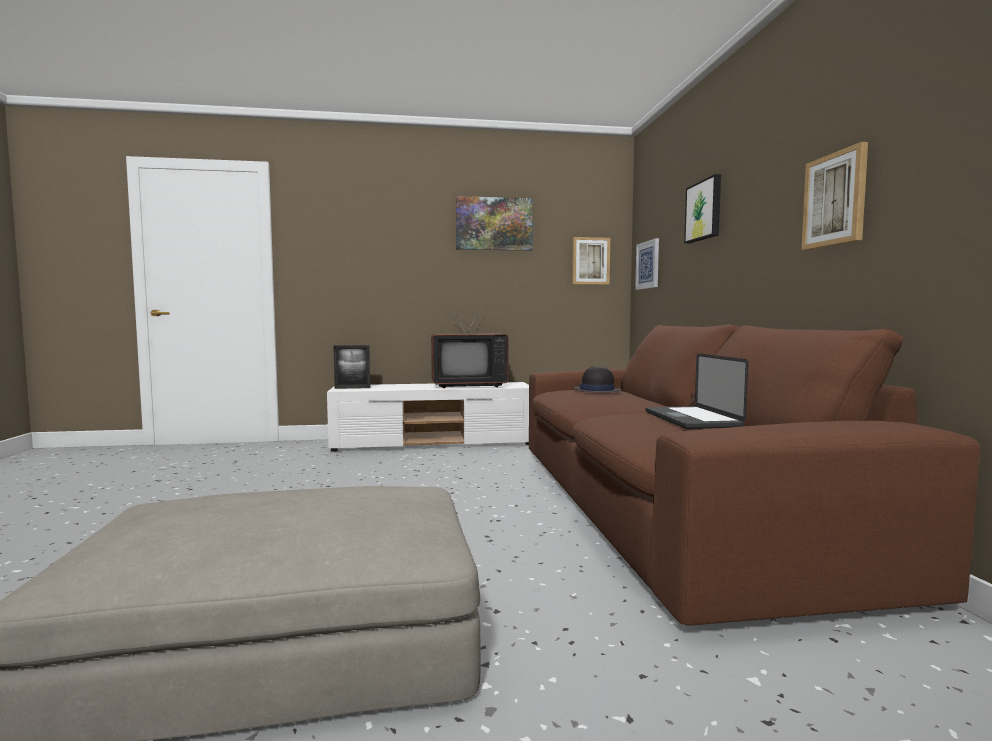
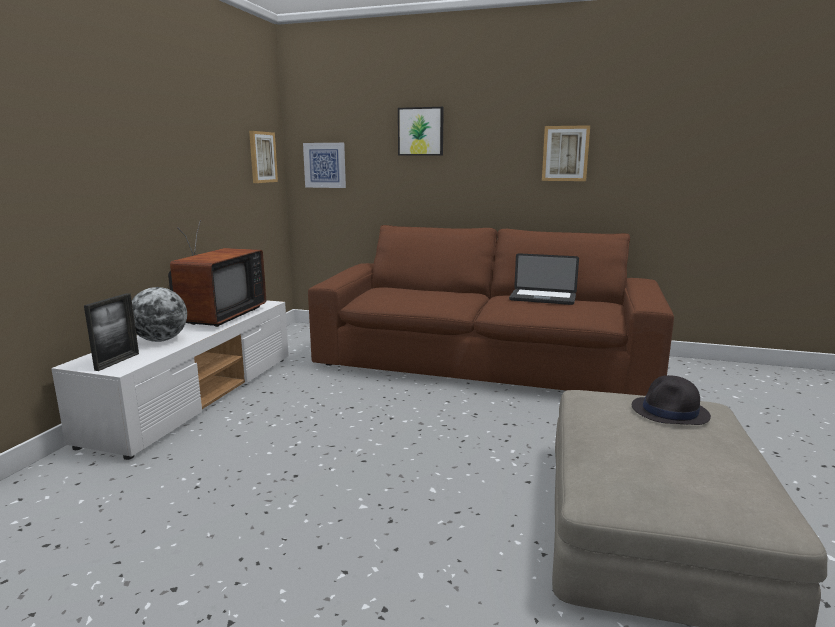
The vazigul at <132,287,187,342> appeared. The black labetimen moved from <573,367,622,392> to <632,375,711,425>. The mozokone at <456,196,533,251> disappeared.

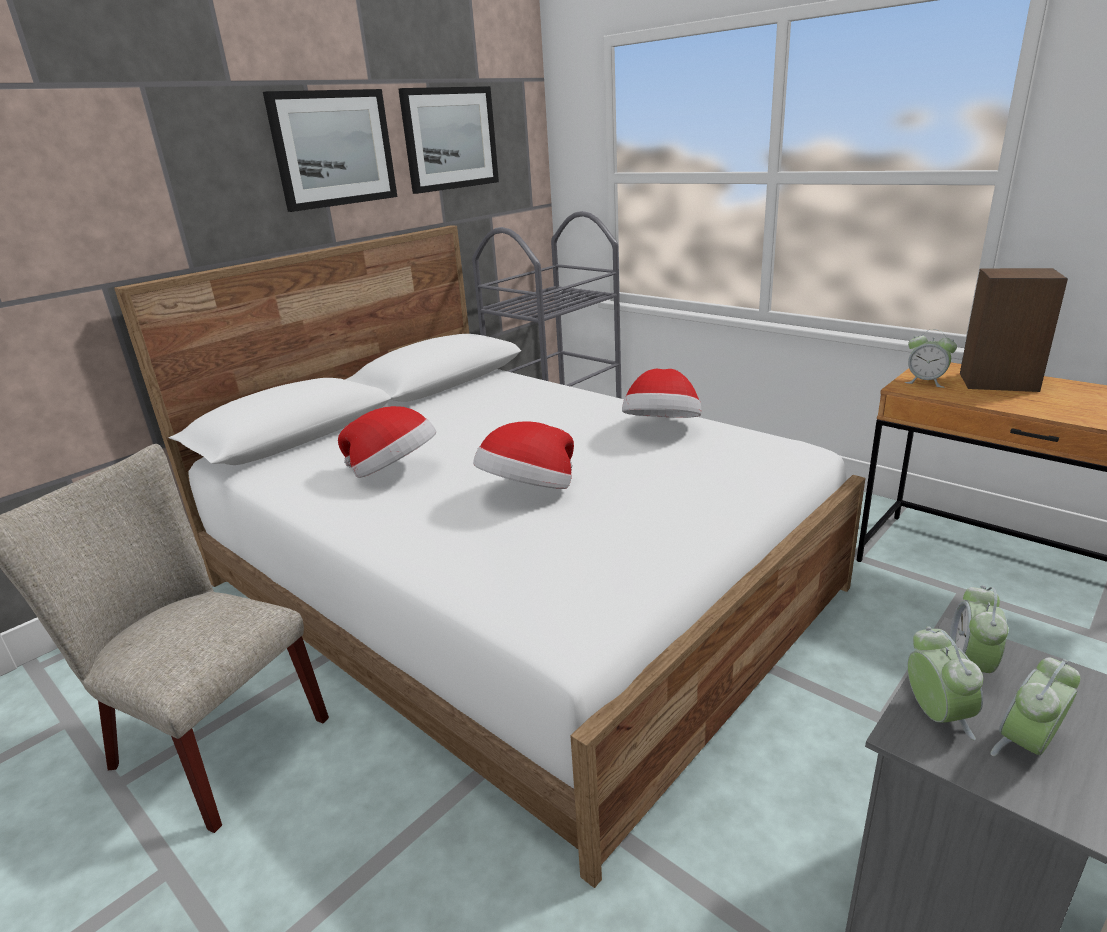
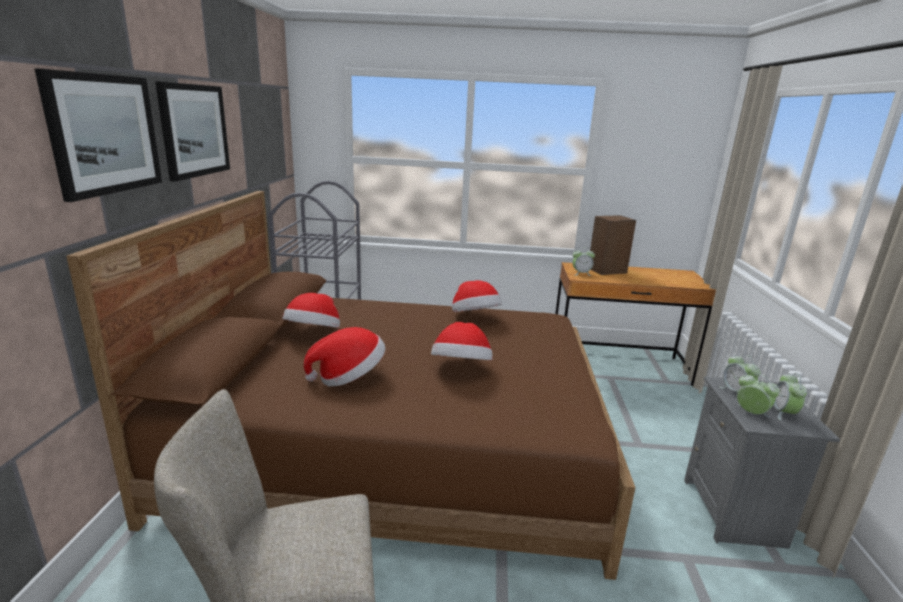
The mozokone moved from <398,86,499,194> to <34,68,162,202>. The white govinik at <114,225,865,888> became the brown govinik at <66,191,635,580>. The labetimen at <283,293,340,328> appeared.

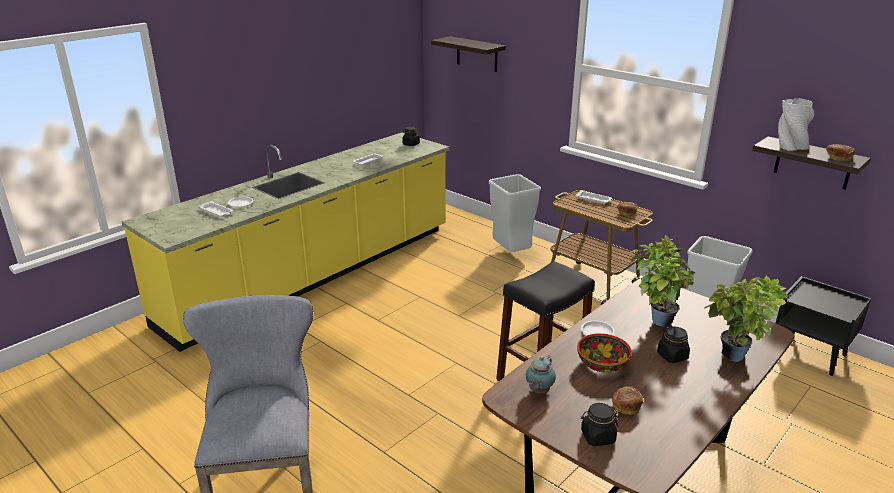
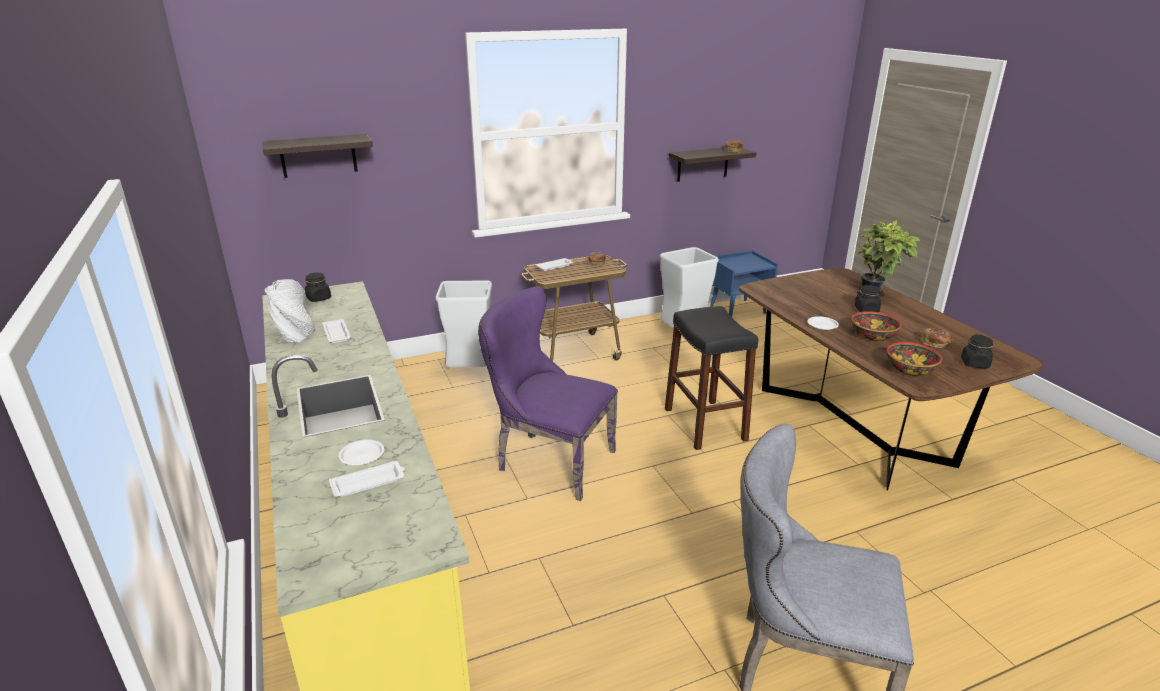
The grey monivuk moved from <778,98,814,151> to <265,279,316,342>. The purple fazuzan at <478,287,618,501> appeared. The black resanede at <776,276,871,376> became the blue resanede at <710,250,778,317>. The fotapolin at <526,356,556,393> was replaced by the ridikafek at <887,342,942,376>. The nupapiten at <629,235,696,327> disappeared.

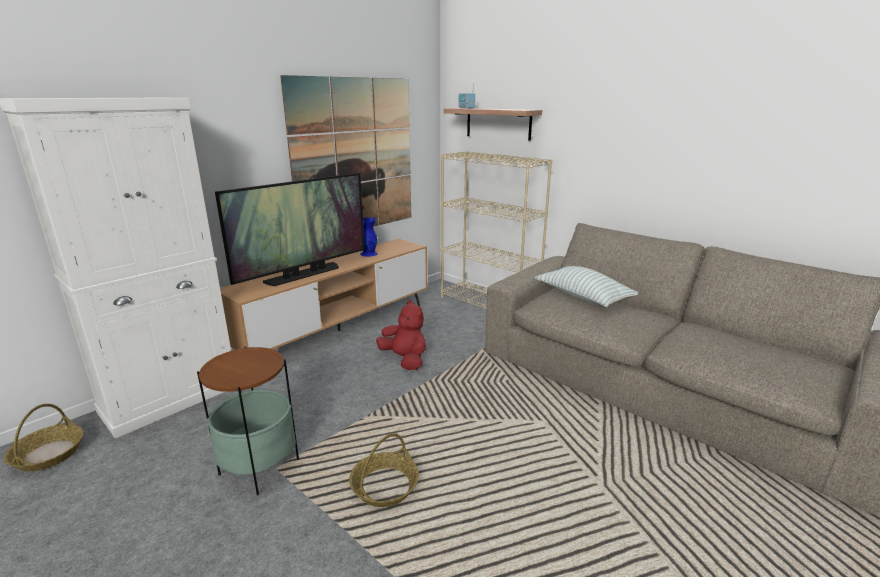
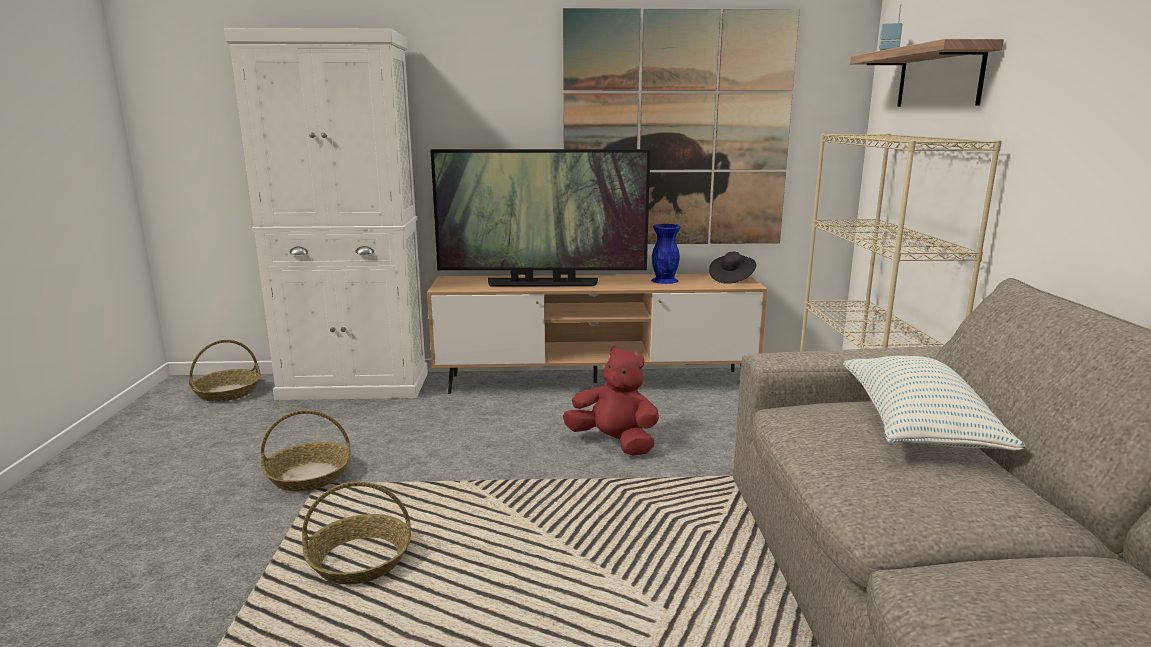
The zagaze at <197,346,299,495> was replaced by the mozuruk at <261,410,351,492>. The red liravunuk at <376,300,426,370> turned 60 degrees counterclockwise. The black labetimen at <709,252,756,284> appeared.

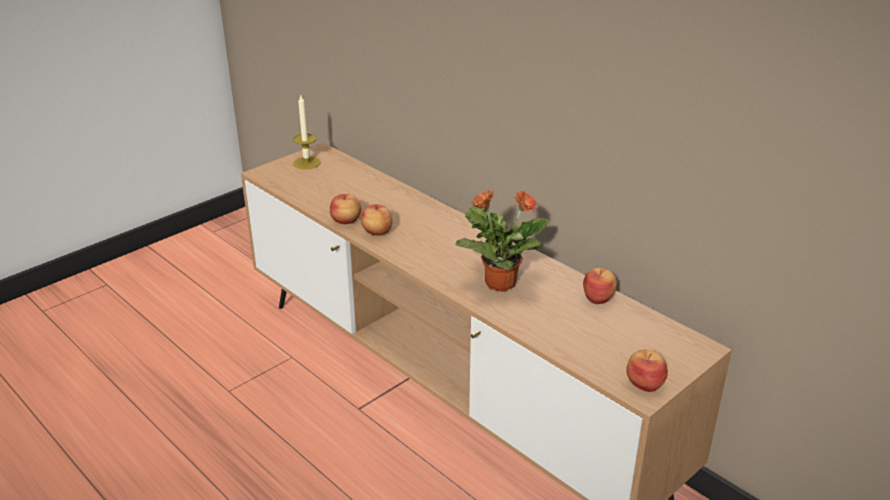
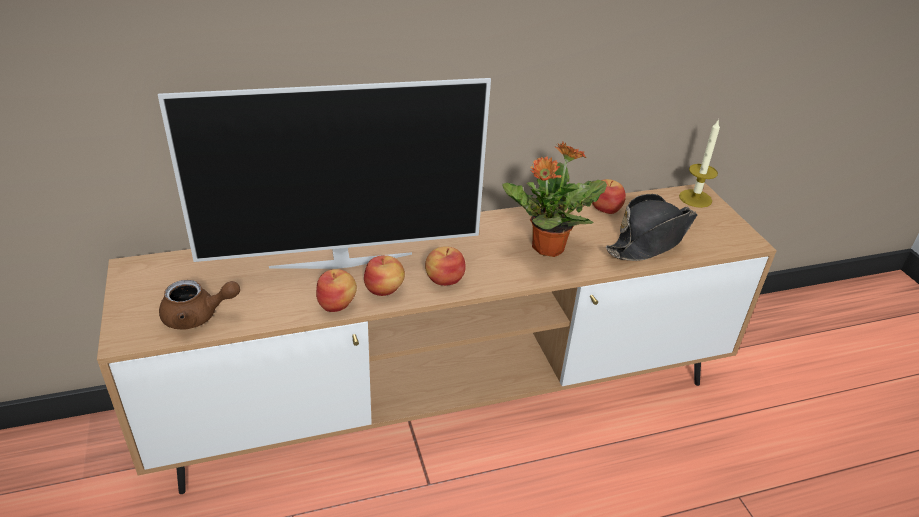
The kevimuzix at <158,78,491,269> appeared. The brown fotapolin at <159,280,240,329> appeared. The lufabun moved from <626,350,668,392> to <425,246,466,286>. The black labetimen at <606,194,698,261> appeared. The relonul moved from <293,94,321,169> to <679,119,720,208>.

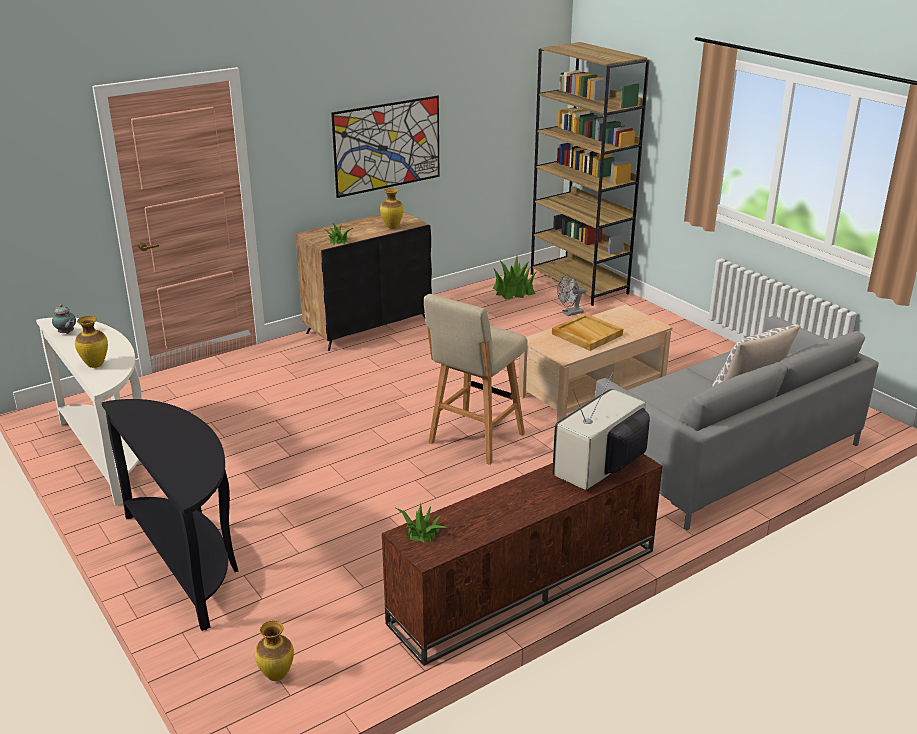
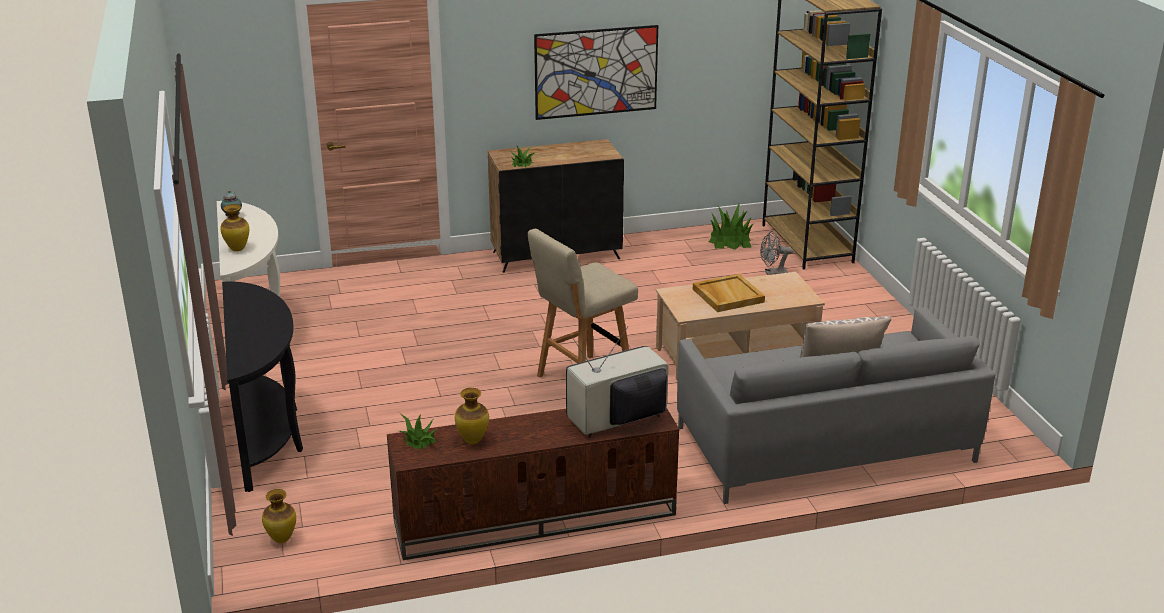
The monivuk moved from <380,188,404,228> to <455,388,489,444>.

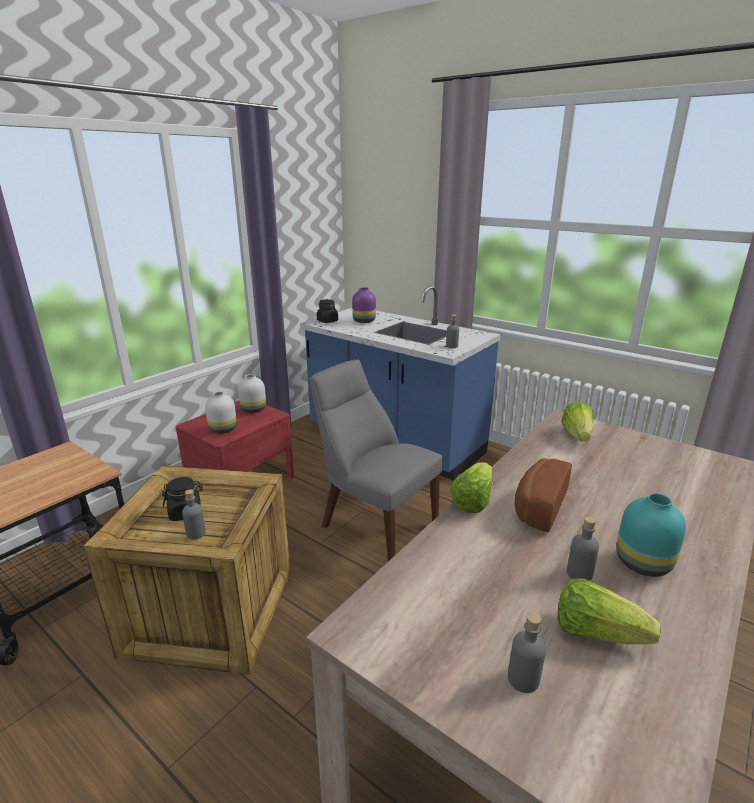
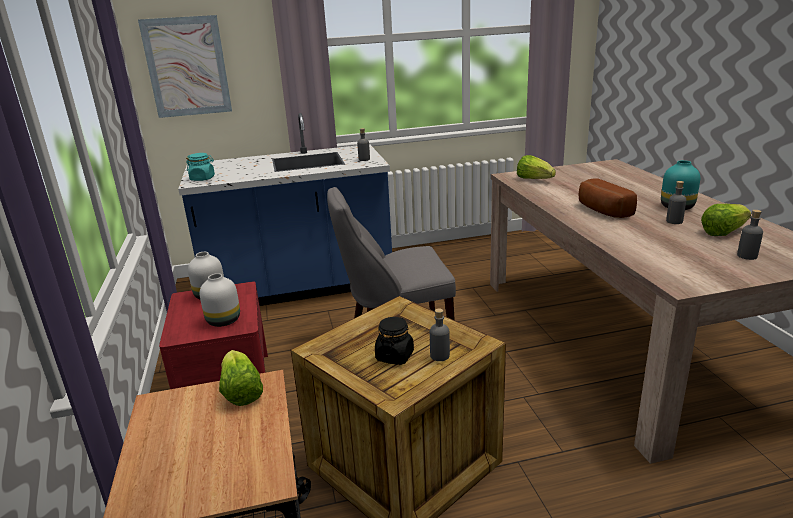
The mozokone at <138,15,232,118> appeared. The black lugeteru at <317,299,338,323> became the turquoise lugeteru at <186,153,215,181>. The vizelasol moved from <451,462,493,513> to <219,350,263,406>. The purple monivuk at <352,287,376,323> disappeared.

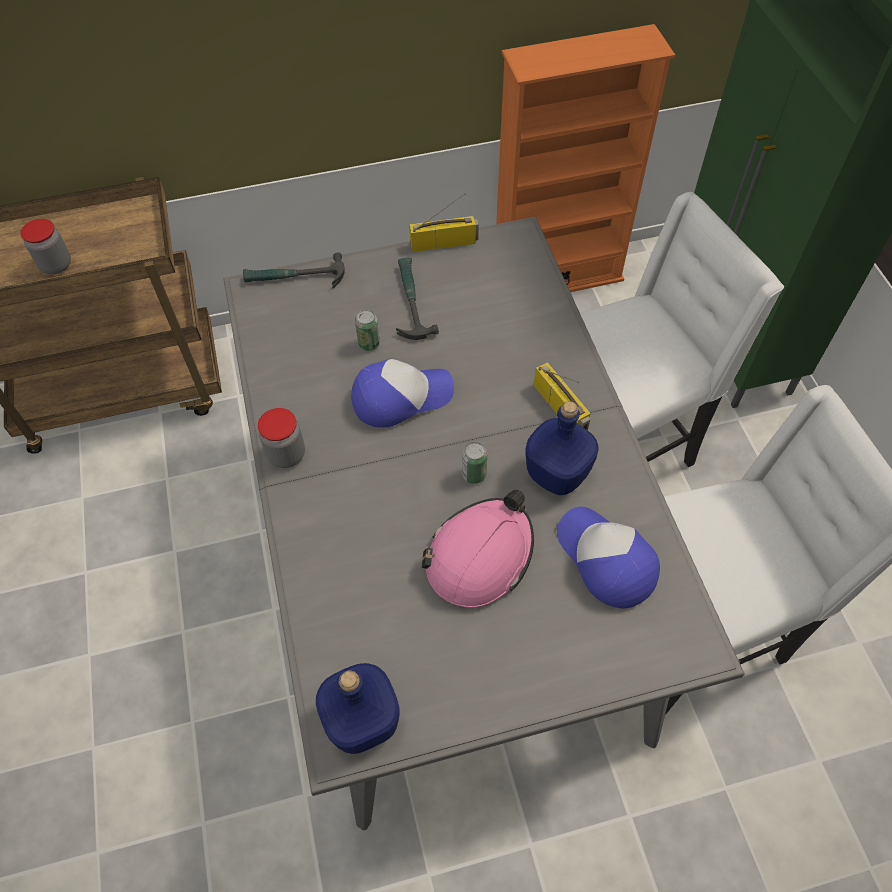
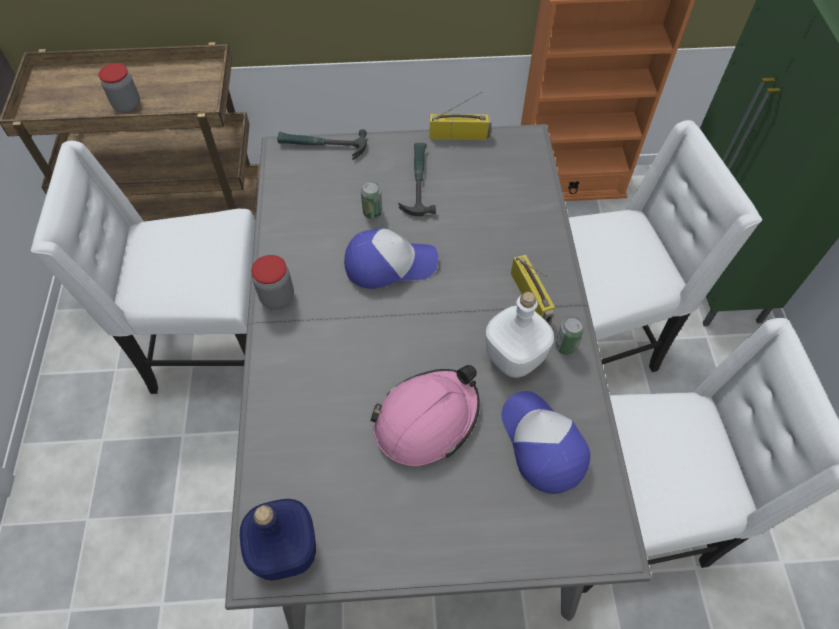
The white fazuzan at <31,141,255,394> appeared. The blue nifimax at <525,401,599,495> became the white nifimax at <485,292,554,378>. The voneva moved from <462,442,487,484> to <555,317,584,355>.

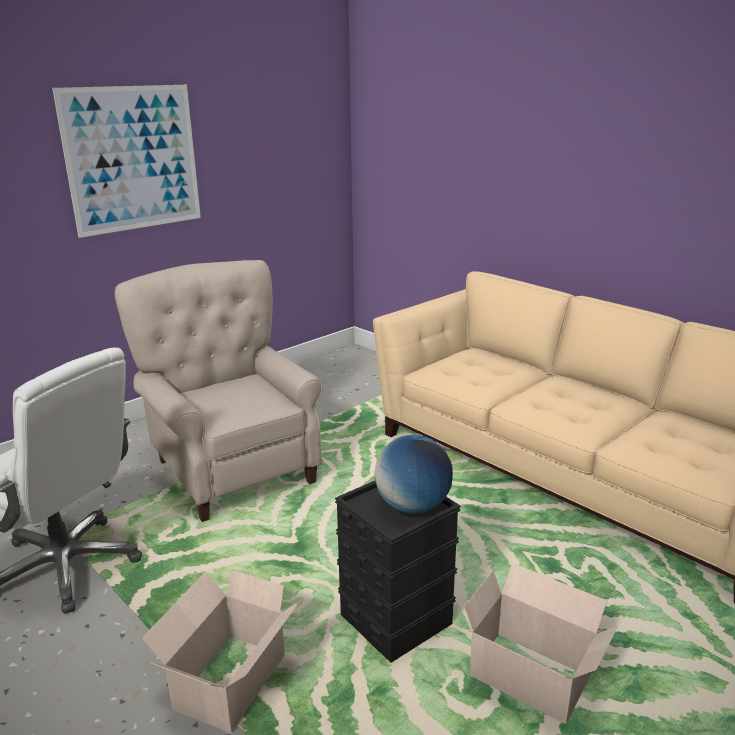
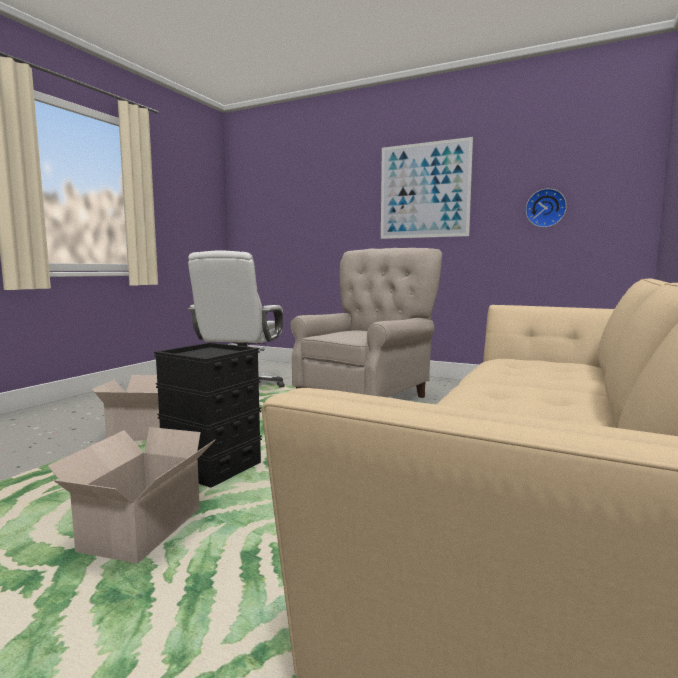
The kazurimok at <526,188,567,227> appeared. The vazigul at <374,435,453,514> disappeared.

